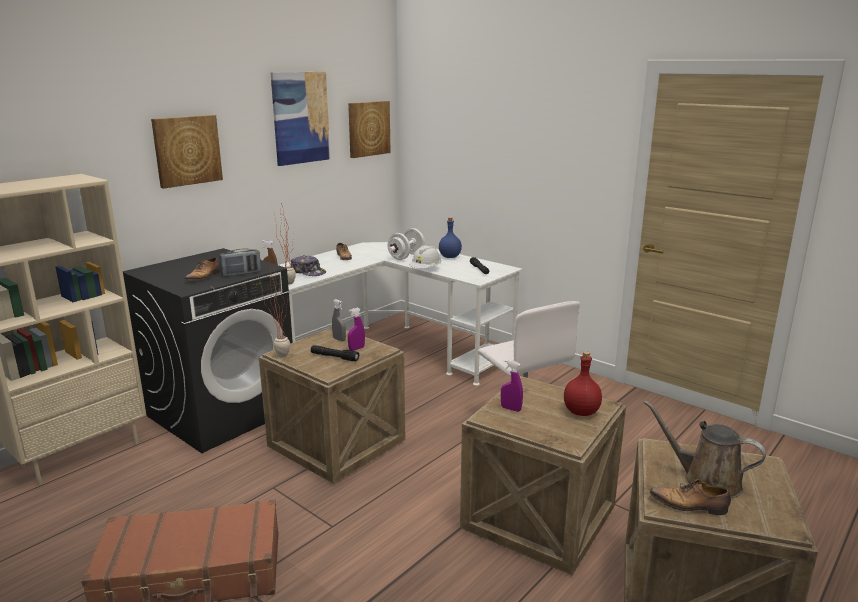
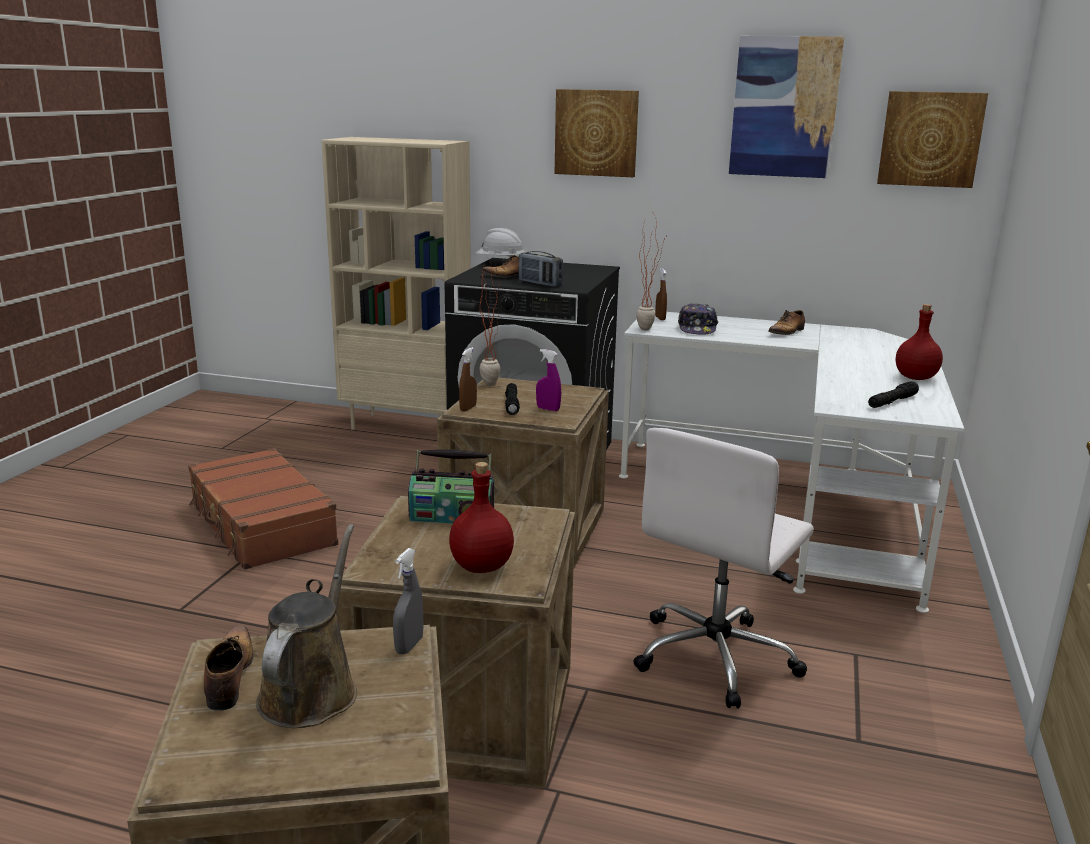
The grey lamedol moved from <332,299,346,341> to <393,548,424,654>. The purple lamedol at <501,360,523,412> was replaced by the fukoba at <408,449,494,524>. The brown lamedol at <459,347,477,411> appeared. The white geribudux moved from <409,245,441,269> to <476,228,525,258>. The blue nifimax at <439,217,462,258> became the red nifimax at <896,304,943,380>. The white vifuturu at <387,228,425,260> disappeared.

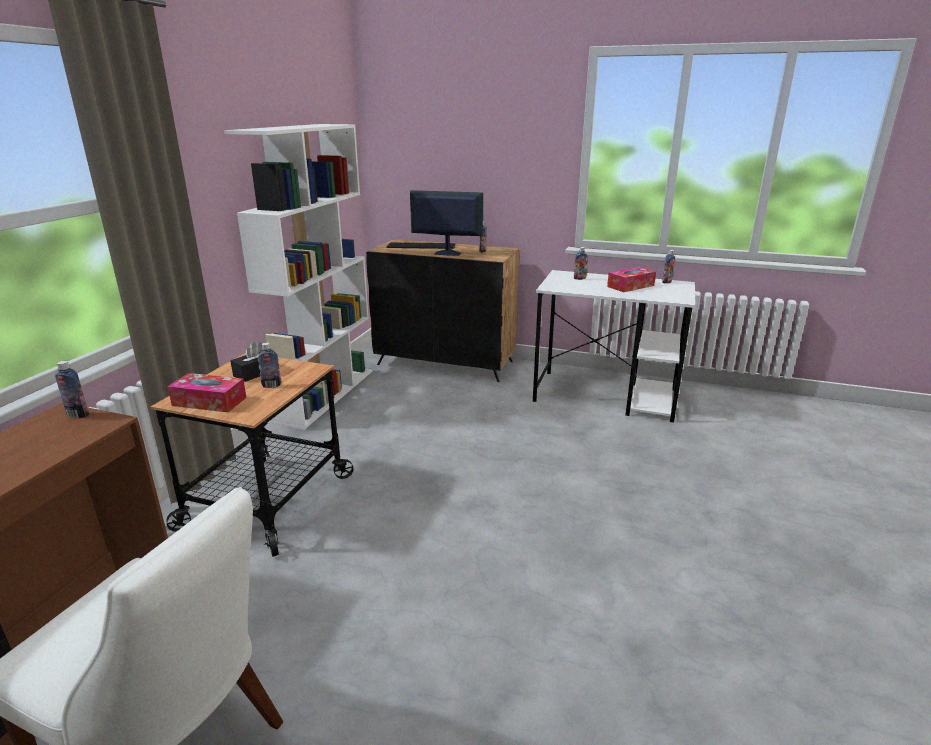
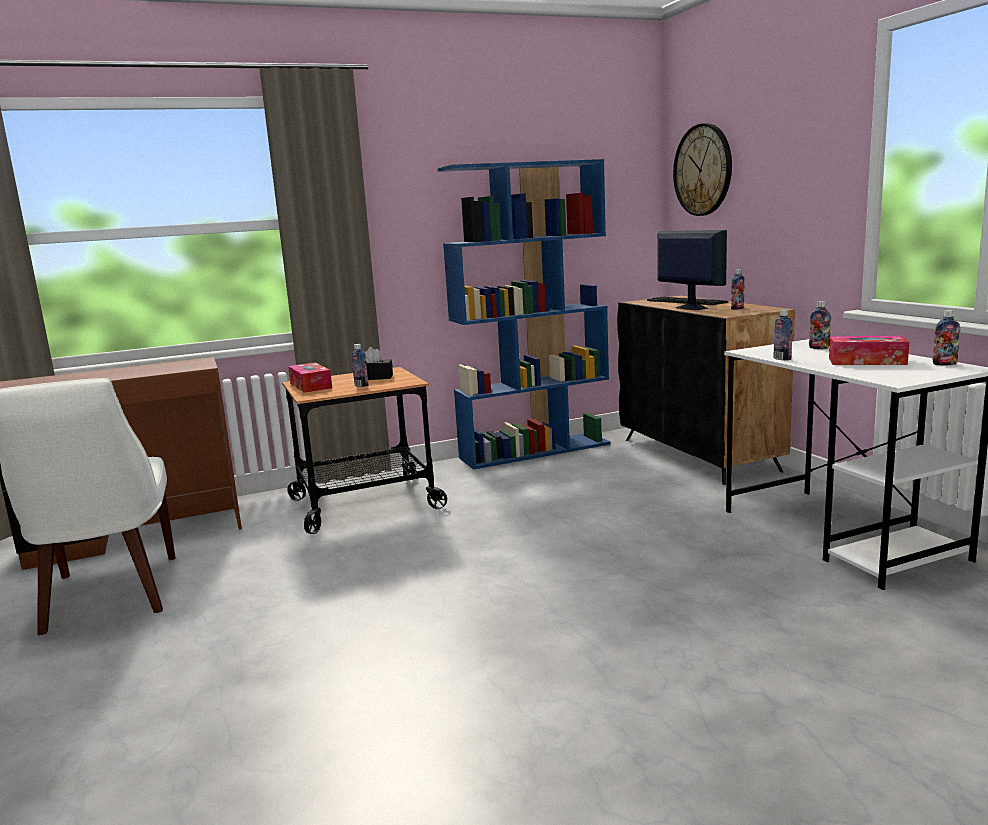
The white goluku at <224,124,372,430> became the blue goluku at <438,159,611,470>. The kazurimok at <673,123,732,216> appeared. The nifimax moved from <55,361,89,418> to <773,310,793,360>.

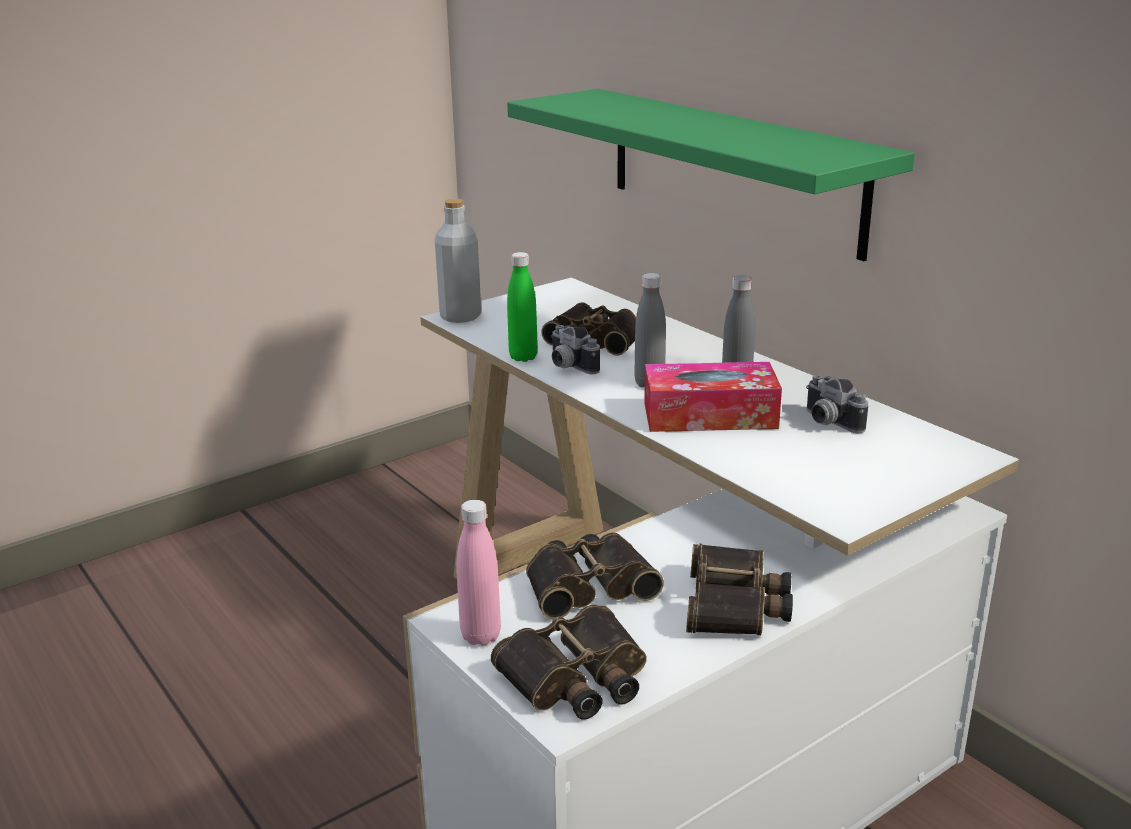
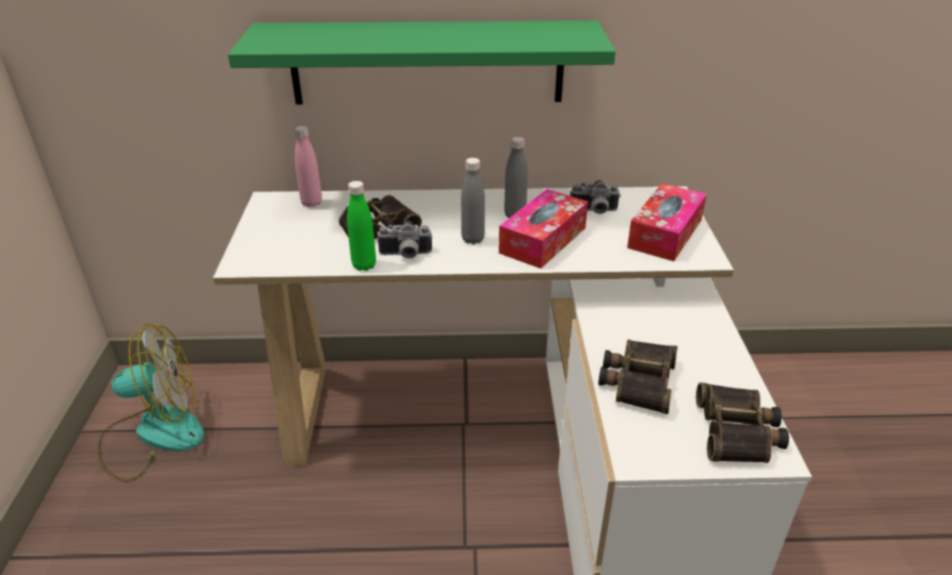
The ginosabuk at <98,323,205,482> appeared. The pink nifimax moved from <456,500,501,646> to <294,126,322,207>. The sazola at <627,183,707,261> appeared. The grey nifimax at <434,199,481,323> disappeared. The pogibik at <686,544,793,635> disappeared.

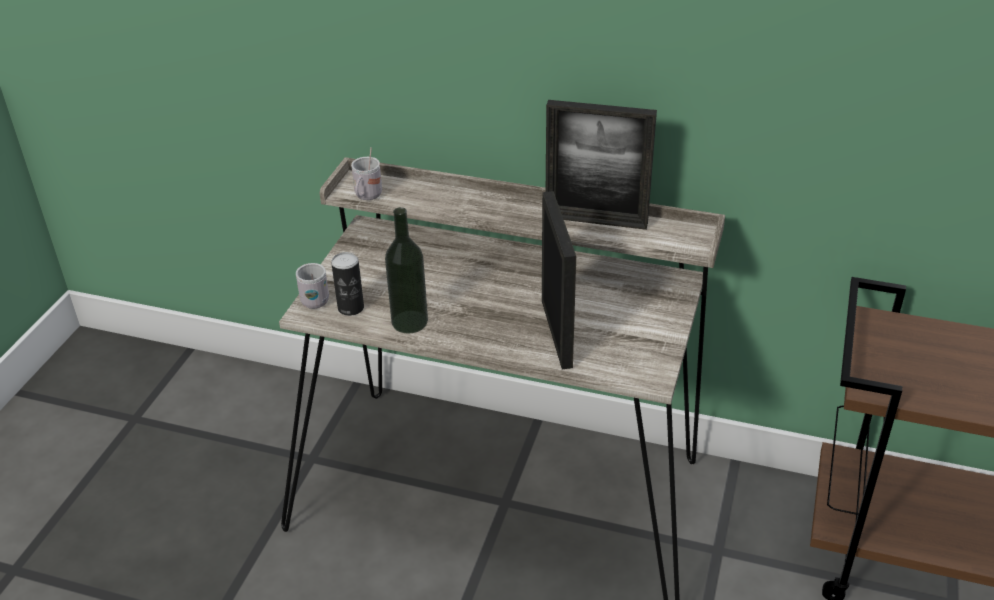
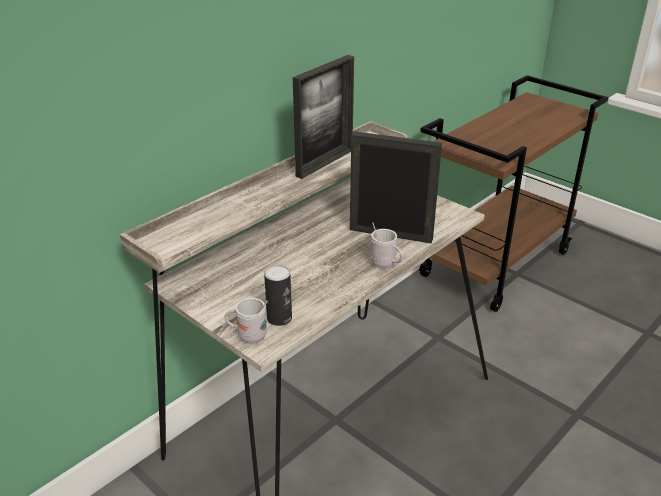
The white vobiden moved from <351,147,382,200> to <370,223,403,268>. The nifimax at <385,207,428,334> disappeared.

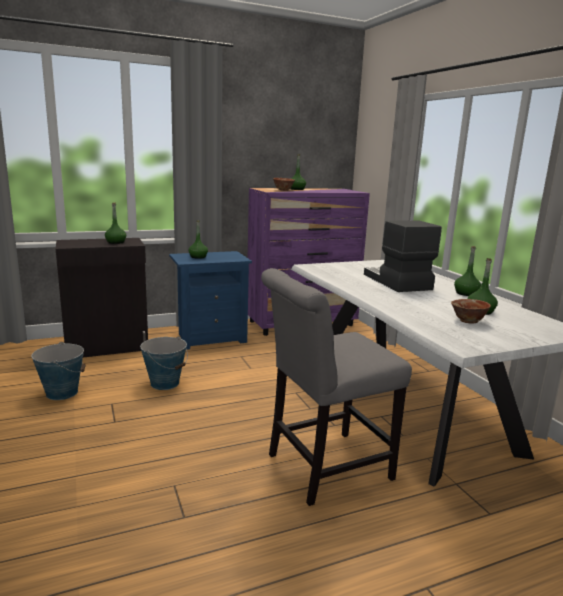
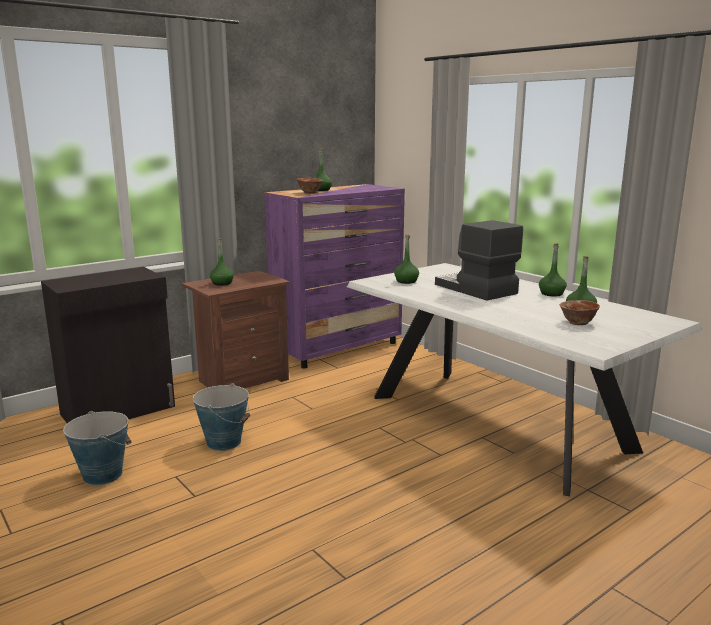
The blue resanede at <169,251,252,350> became the brown resanede at <182,271,290,389>. The green nifimax moved from <105,202,126,244> to <394,234,419,284>. The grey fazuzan at <261,268,412,506> disappeared.

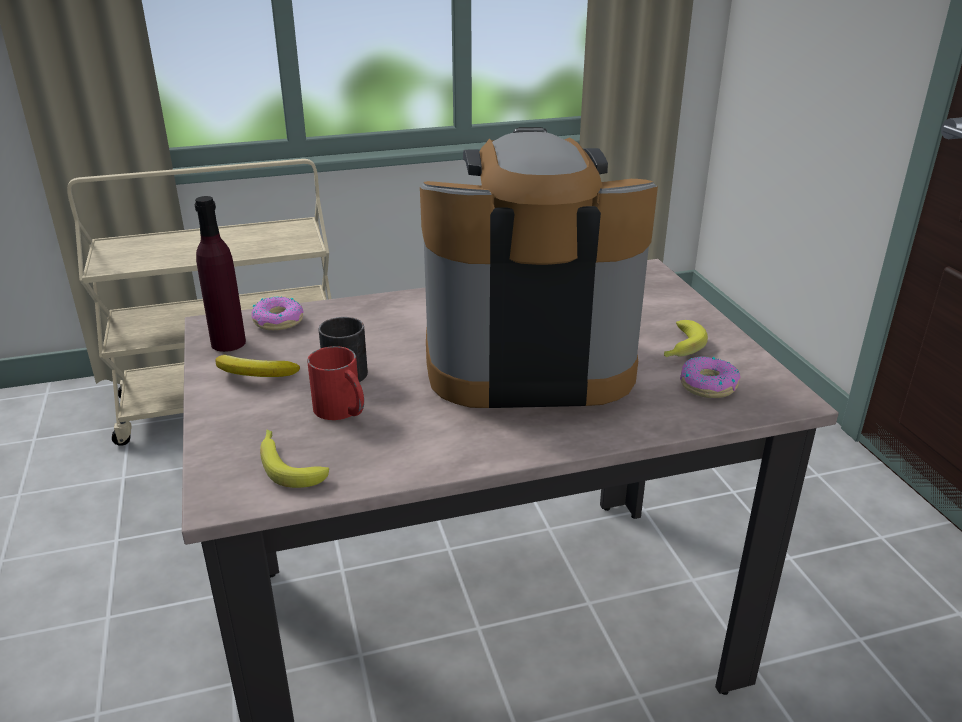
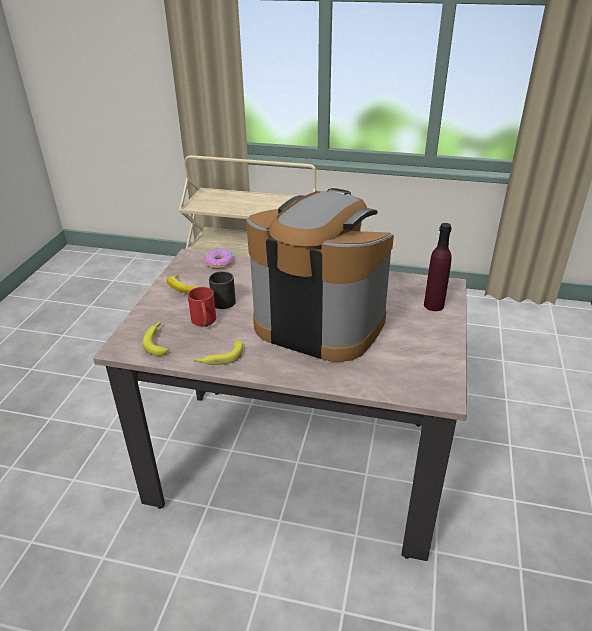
The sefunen moved from <664,320,708,357> to <193,340,243,365>. The purple nifimax moved from <194,196,246,352> to <424,223,452,311>. The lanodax at <680,356,741,398> disappeared.

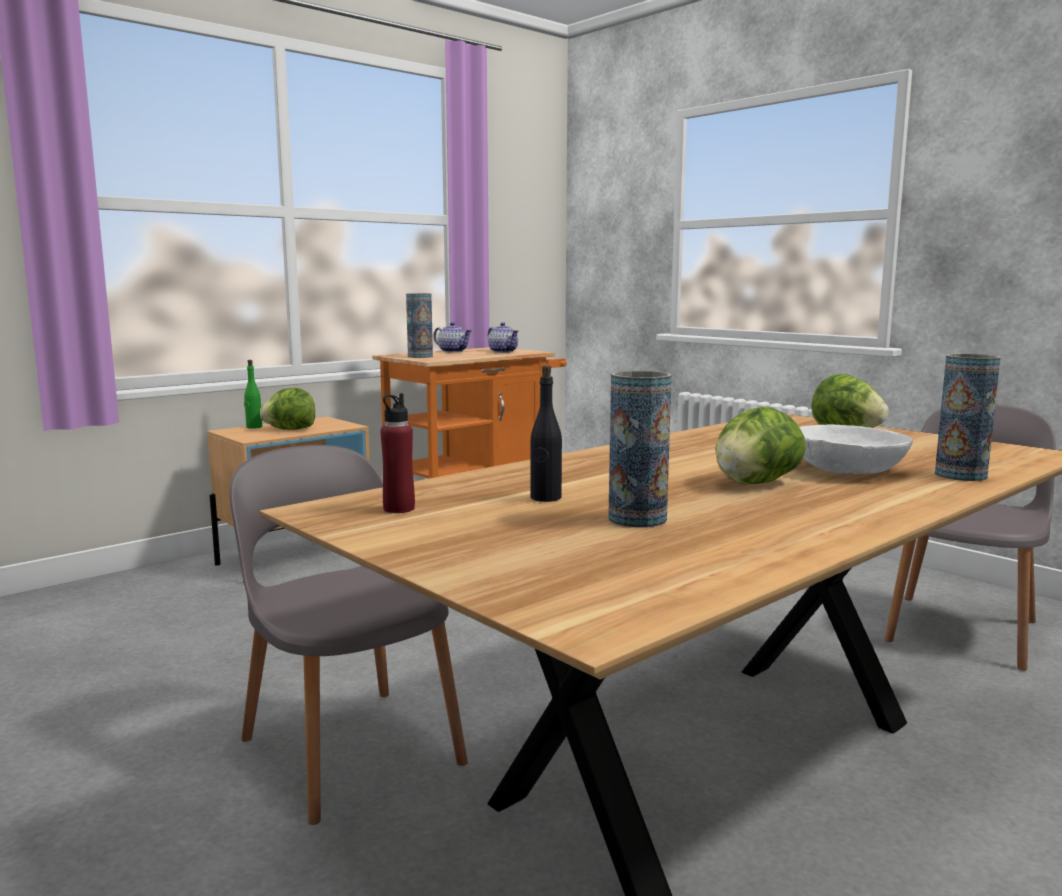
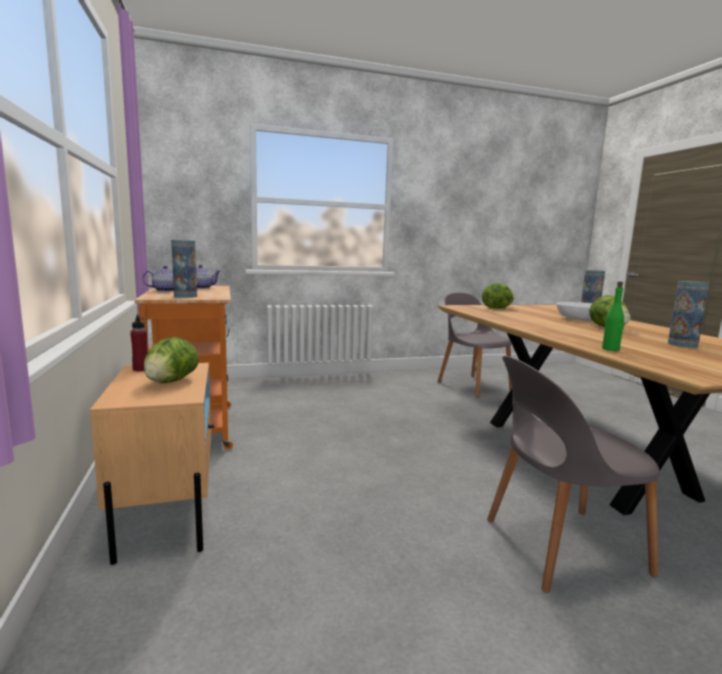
The red nifimax moved from <381,393,415,513> to <130,315,148,371>. The green nifimax moved from <244,360,262,429> to <602,282,624,351>. The black nifimax at <531,365,562,502> disappeared.

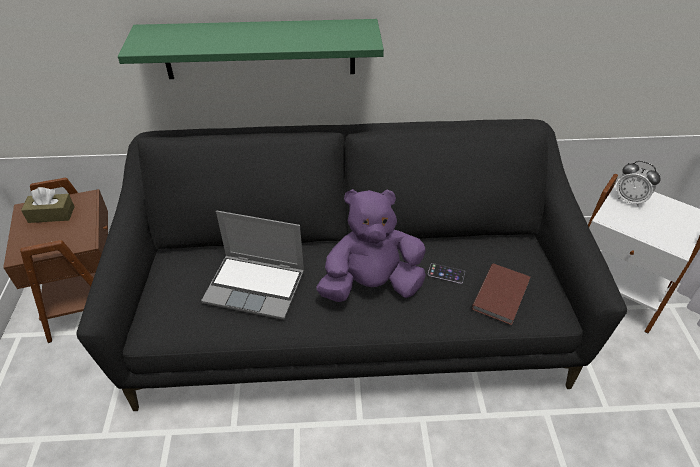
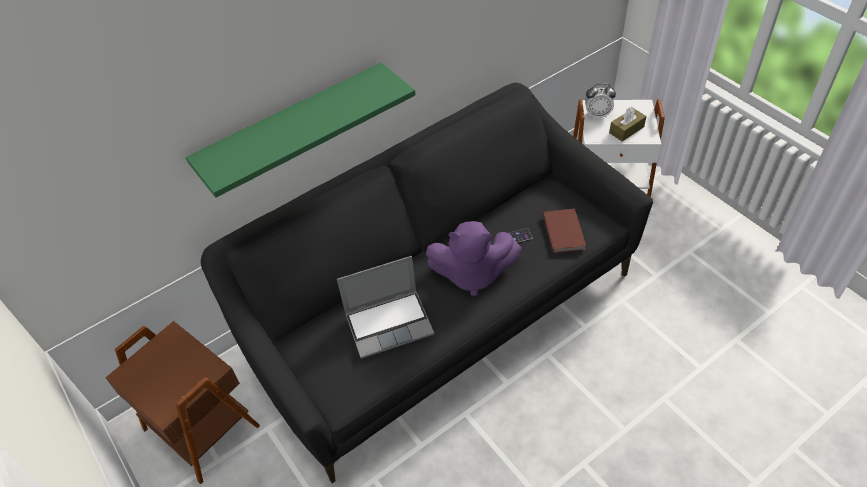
The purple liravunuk at <316,189,426,302> turned 135 degrees counterclockwise. The brown sazola moved from <21,187,75,223> to <609,107,647,142>.

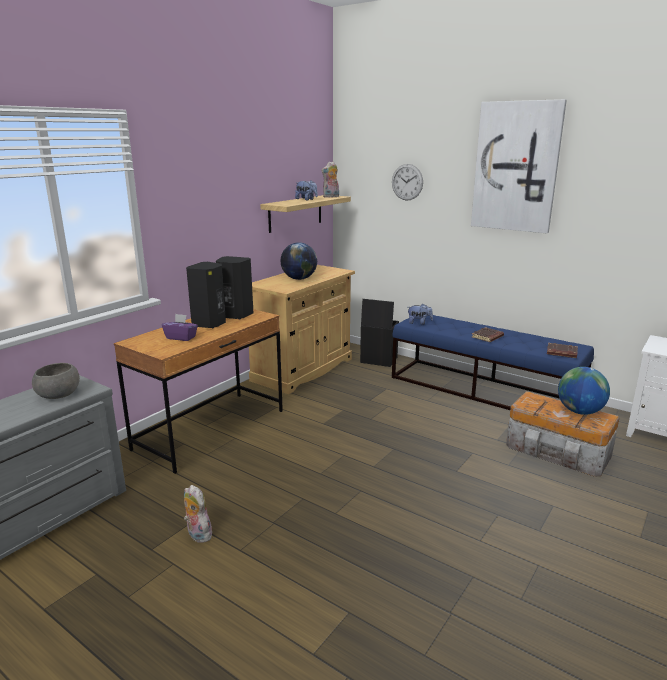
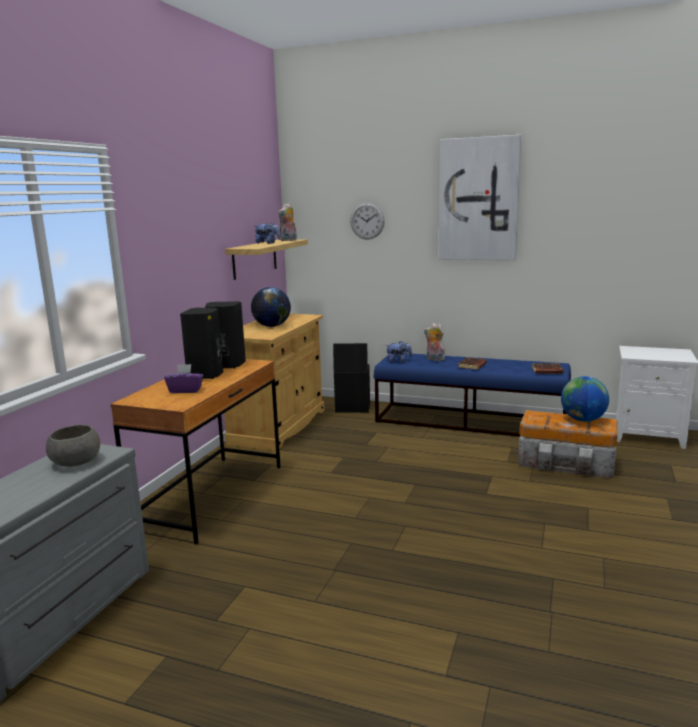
The liravunuk moved from <184,485,212,543> to <424,323,445,361>.

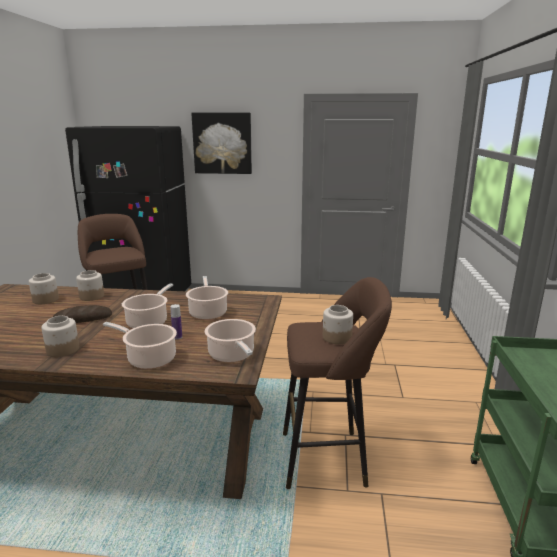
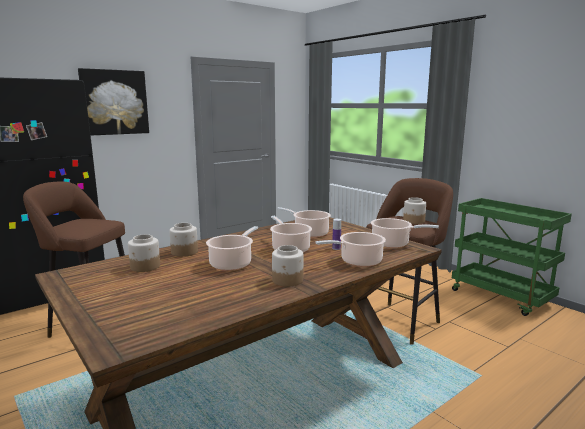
The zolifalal at <53,305,112,323> was replaced by the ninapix at <206,226,258,271>.

